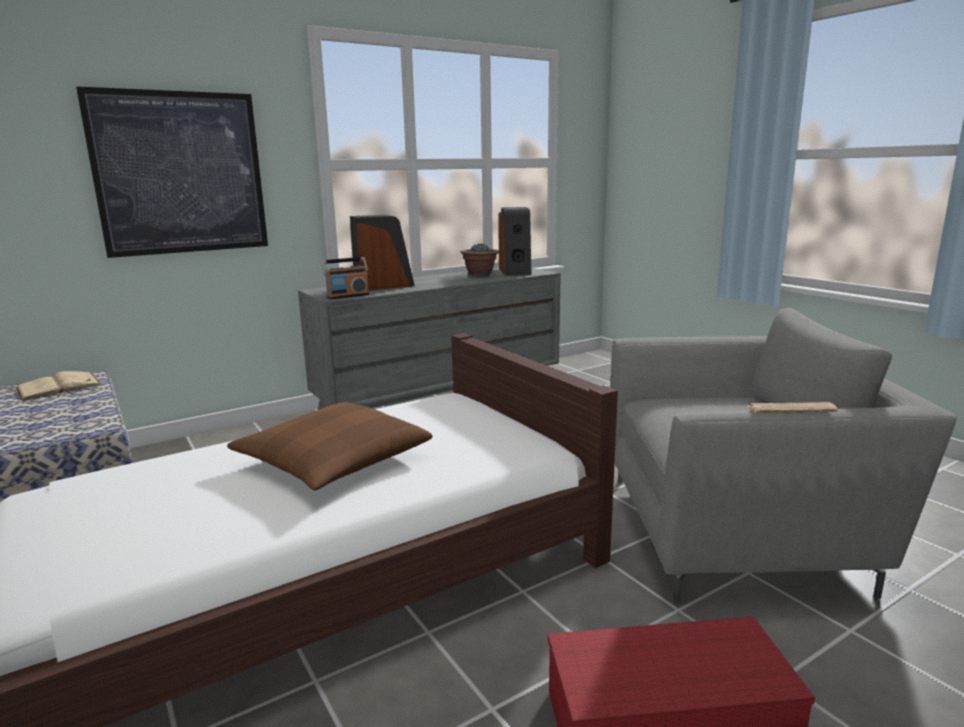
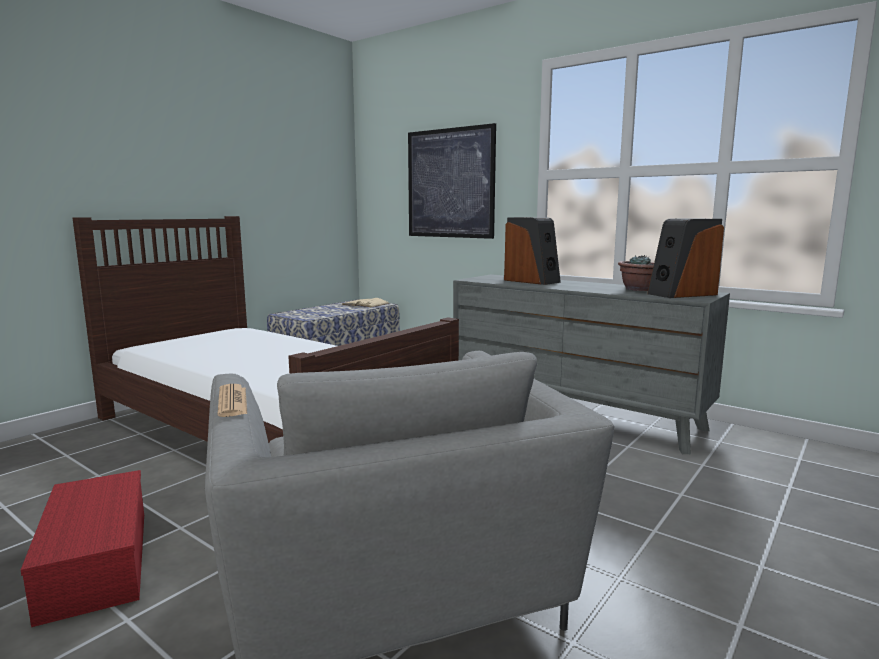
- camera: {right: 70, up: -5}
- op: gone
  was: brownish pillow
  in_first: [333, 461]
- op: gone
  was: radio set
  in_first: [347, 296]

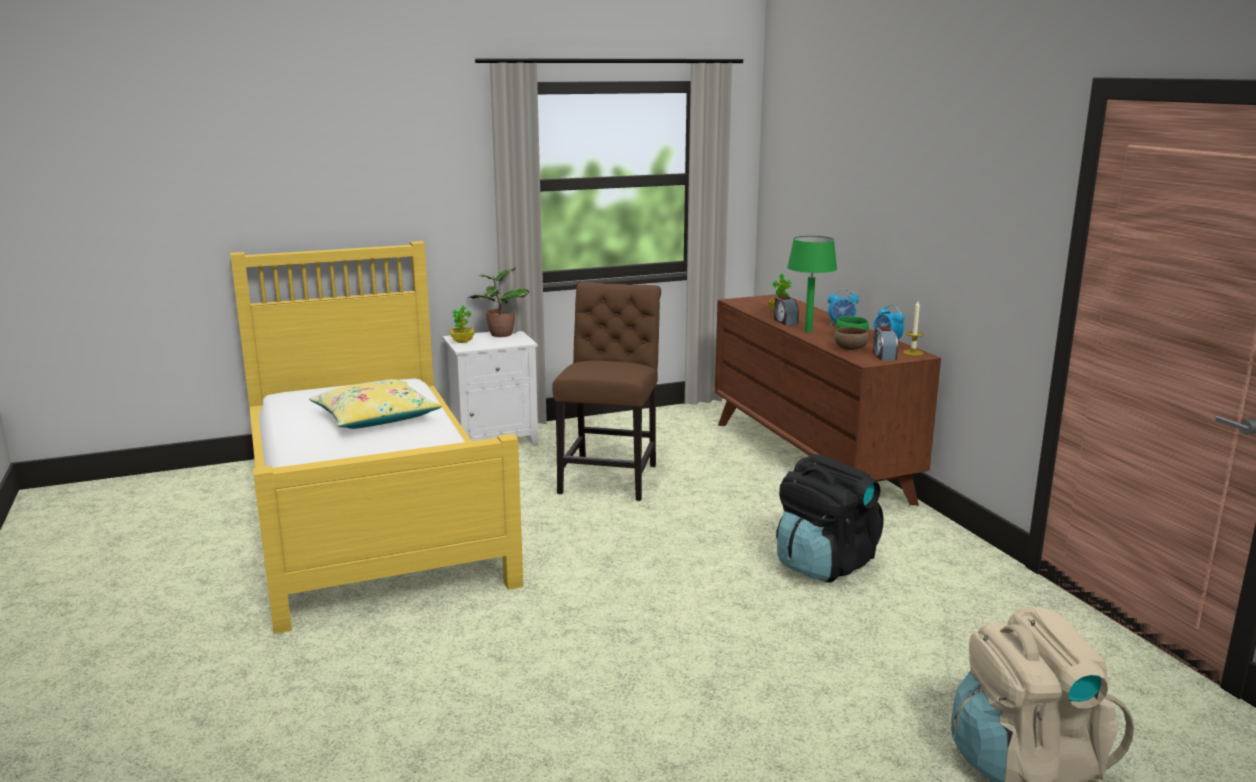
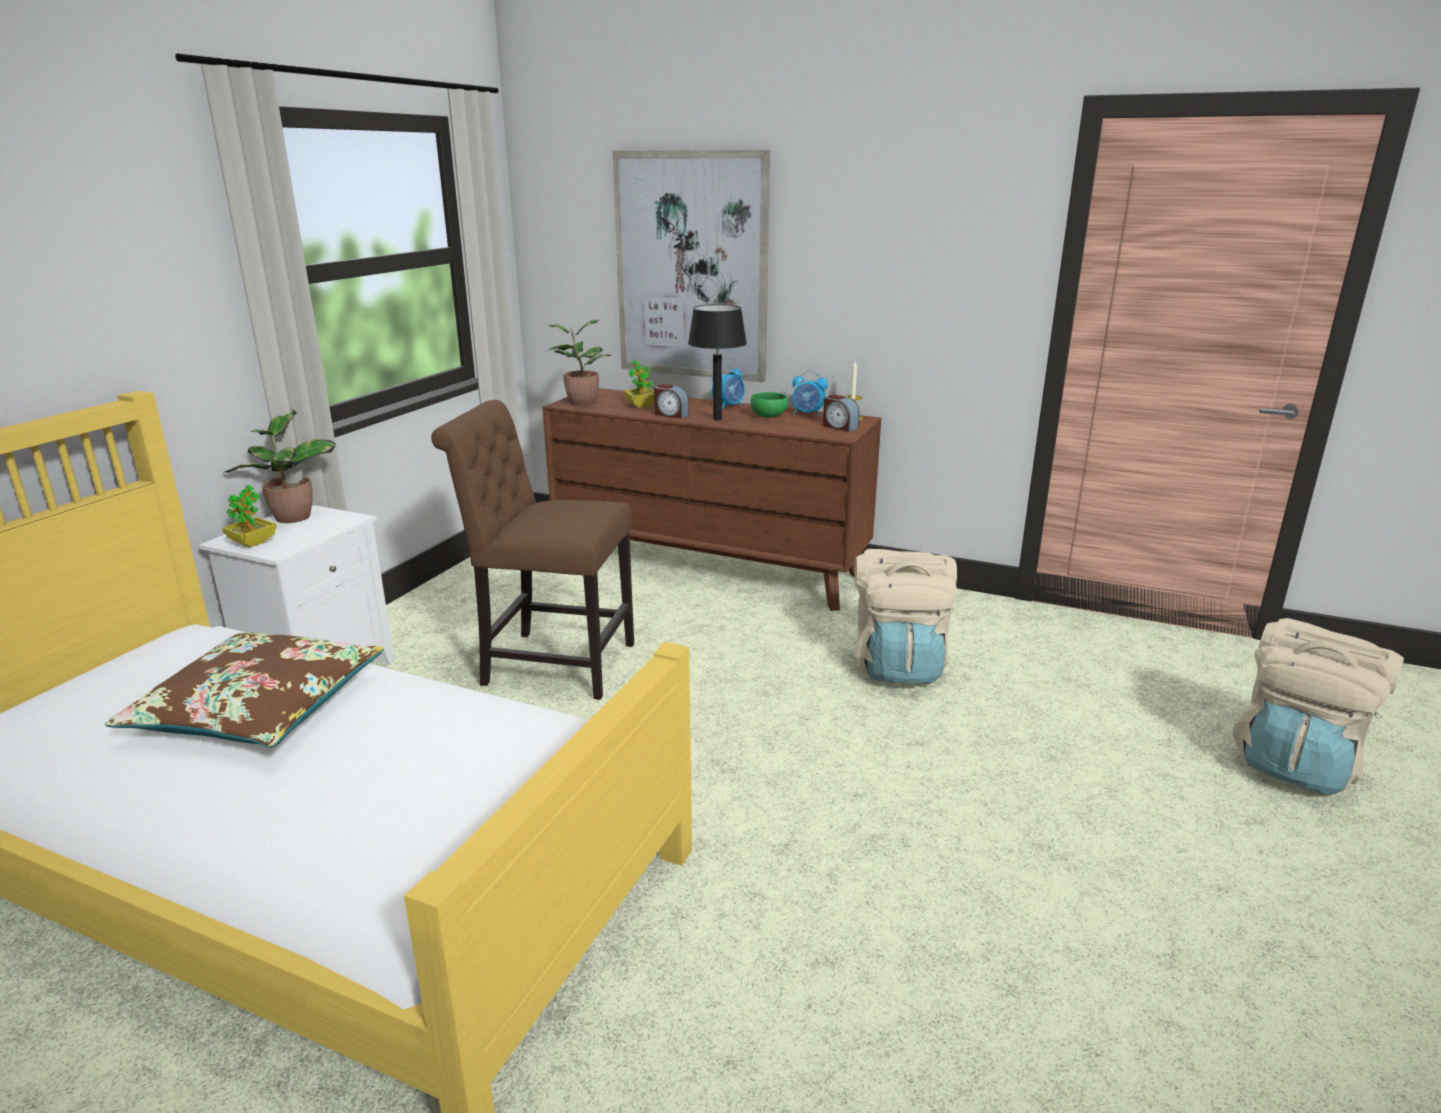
- camera: {right: -45, up: 5}
- op: repainted
  was: yellow-coloured pillow
  now: brownish pillow
  in_first: [375, 418]
  in_second: [259, 709]
- op: rotated
  was: brownish chair
  in_first: [610, 477]
  in_second: [551, 663]
  clockwise: -45
- op: repainted
  was: black knapsack
  now: beige-coloured knapsack
  in_first: [824, 564]
  in_second: [898, 665]
- op: repainted
  was: green-coloured lamp for a table
  now: black lamp for a table
  in_first: [808, 331]
  in_second: [717, 419]
- op: gone
  was: brownish bowl
  in_first: [850, 348]
- op: new
  now: houseplant
  in_second: [580, 402]
- op: new
  now: wall picture
  in_second: [691, 267]

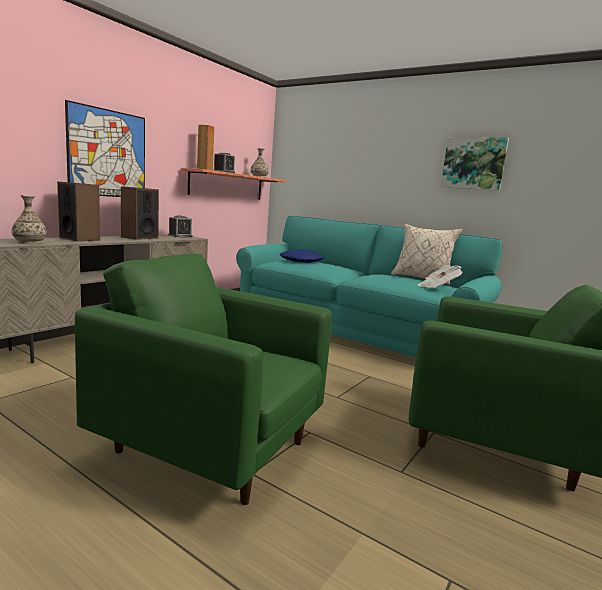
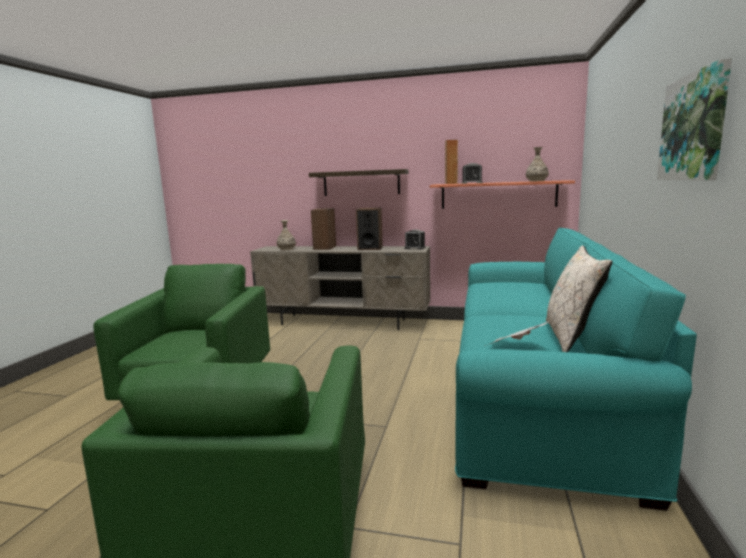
- camera: {right: 70, up: 0}
- op: swapped
  was: wall picture
  now: shelf
  in_first: [108, 153]
  in_second: [361, 183]
- op: gone
  was: bluish pillow
  in_first: [301, 261]

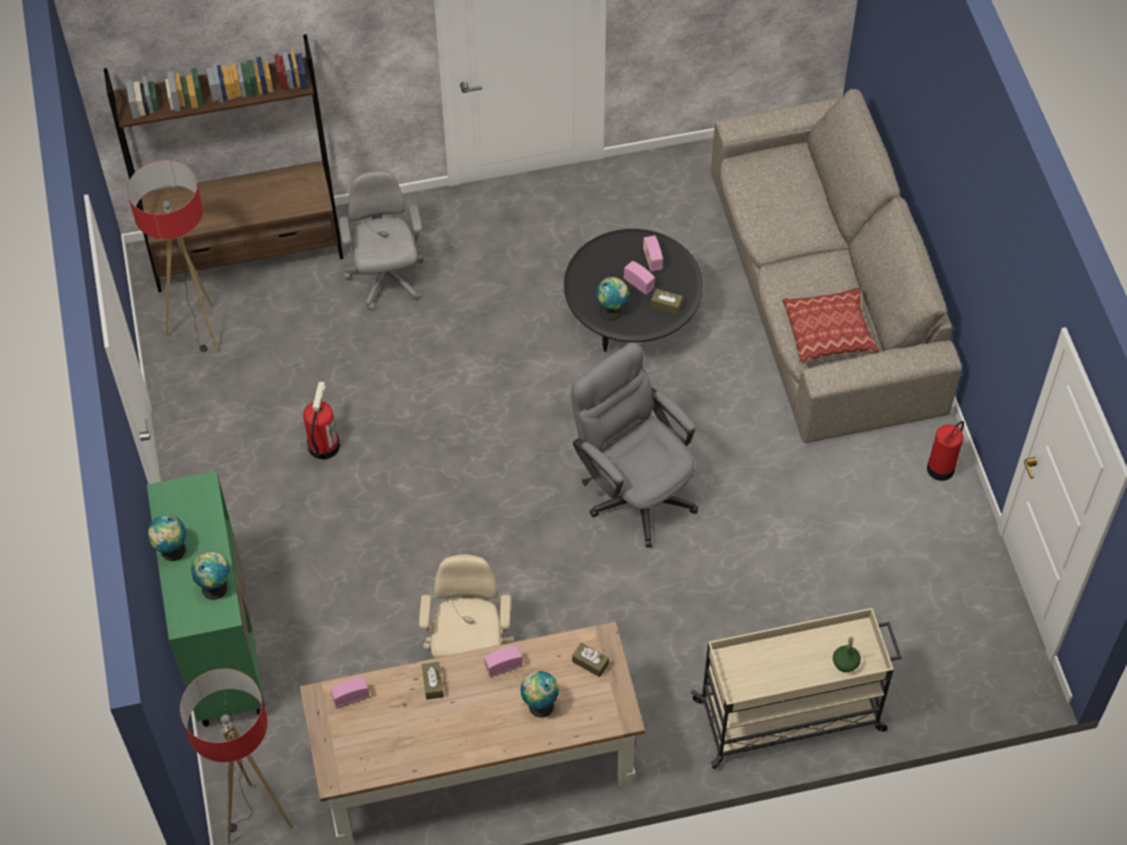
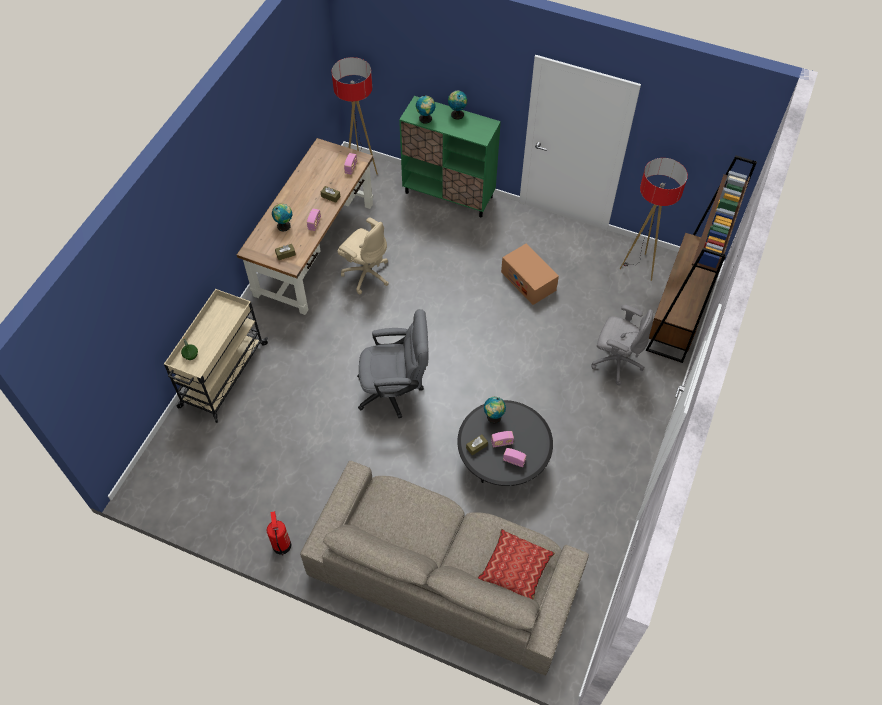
- camera: {right: 125, up: 0}
- op: swapped
  was: extinguisher
  now: cardboard box
  in_first: [323, 445]
  in_second: [528, 281]
- op: shifted
  was: pillow
  in_first: [829, 333]
  in_second: [515, 569]

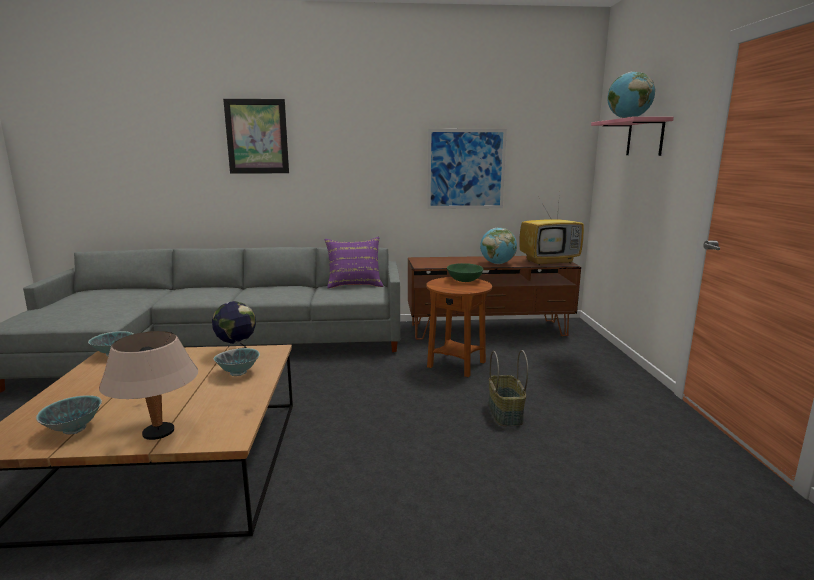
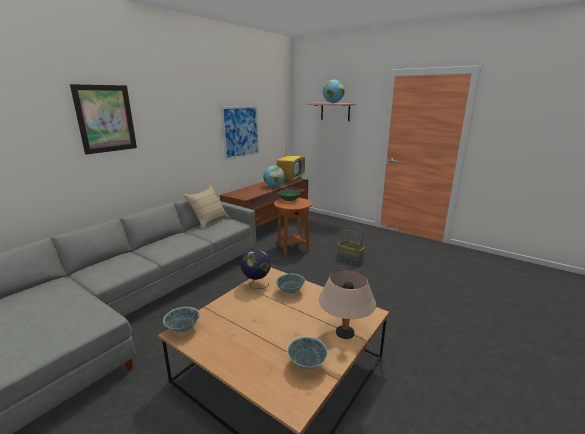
- camera: {right: -50, up: 5}
- op: repainted
  was: purple-coloured pillow
  now: beige-coloured pillow
  in_first: [354, 284]
  in_second: [209, 221]

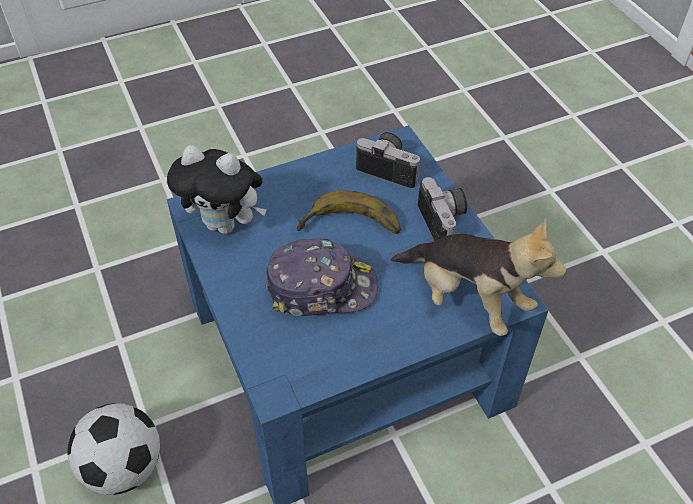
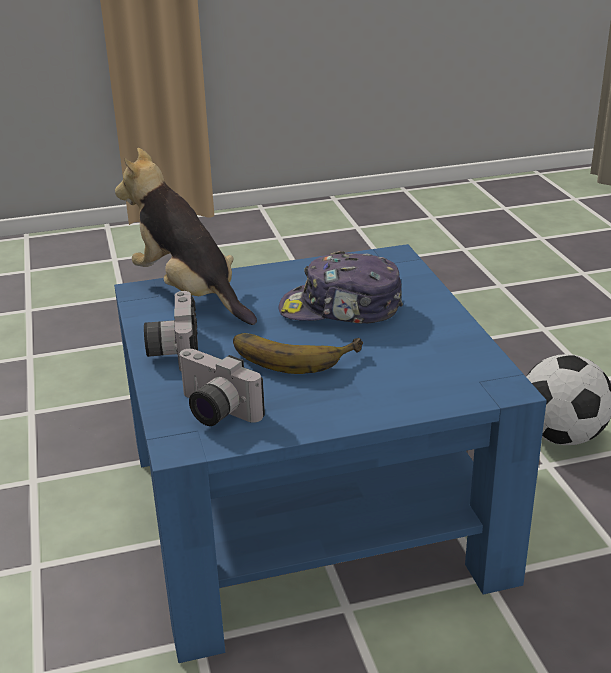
- camera: {right: -170, up: -20}
- op: gone
  was: cuddly toy
  in_first: [225, 224]

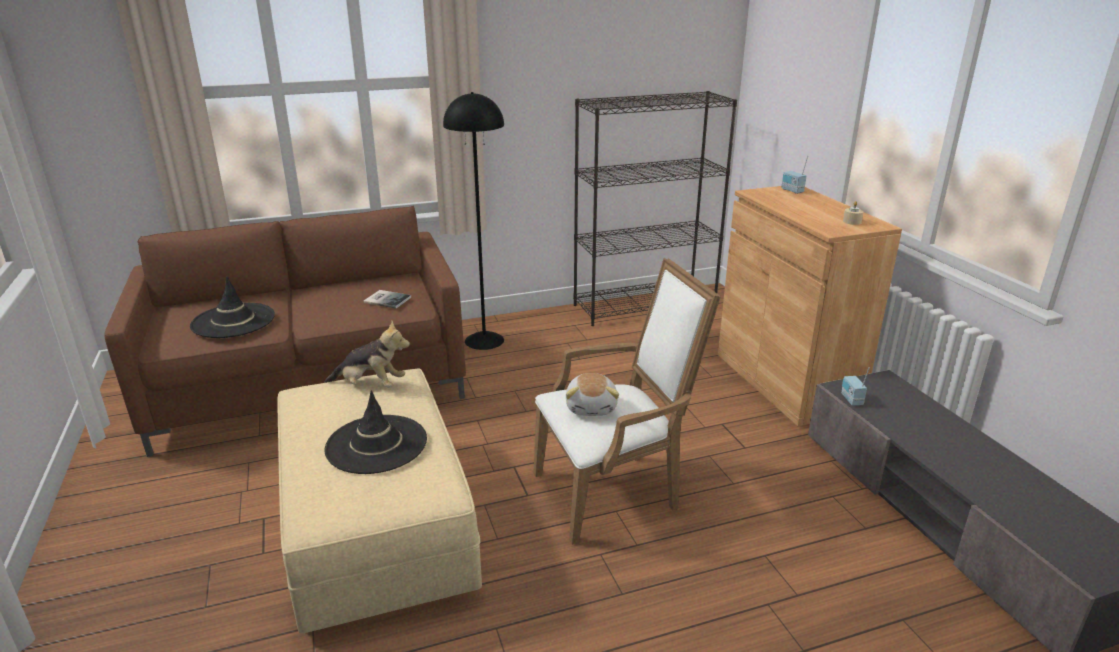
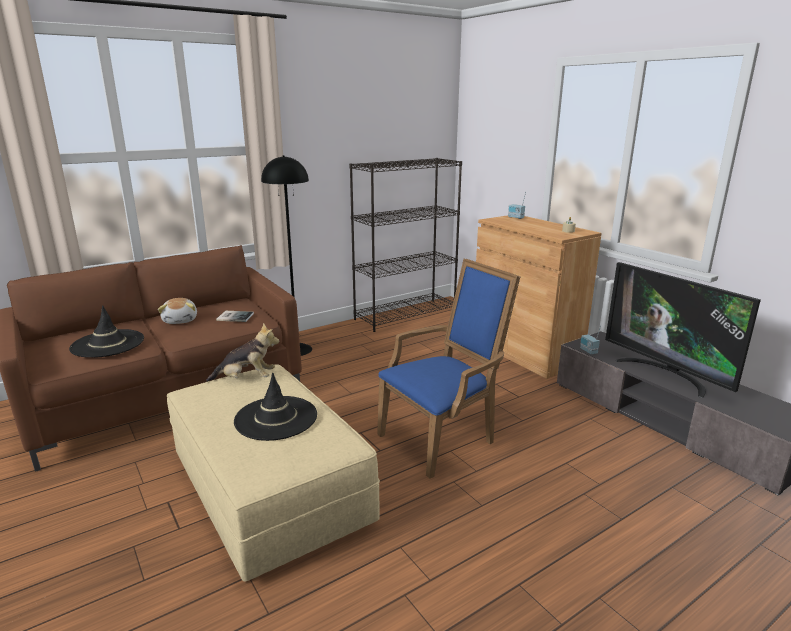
- camera: {right: -15, up: -5}
- op: repainted
  was: white-coloured armchair
  now: bluish armchair
  in_first: [614, 491]
  in_second: [443, 438]
- op: shifted
  was: cuddly toy
  in_first: [592, 407]
  in_second: [181, 320]
- op: new
  now: TV set
  in_second: [666, 374]

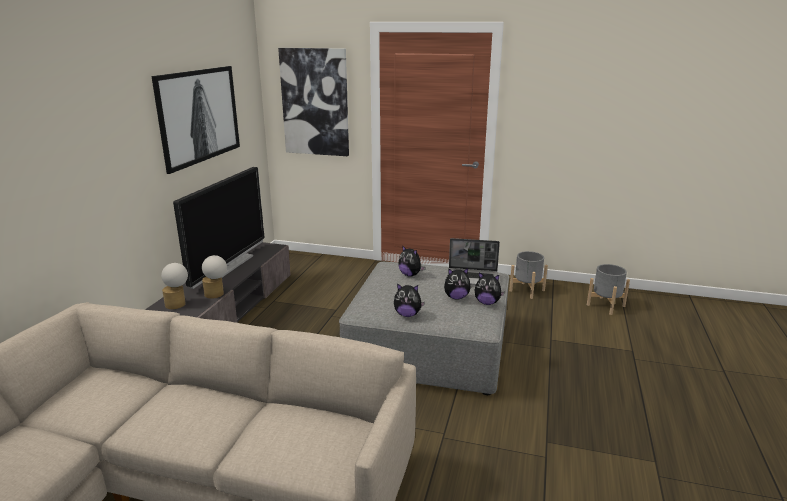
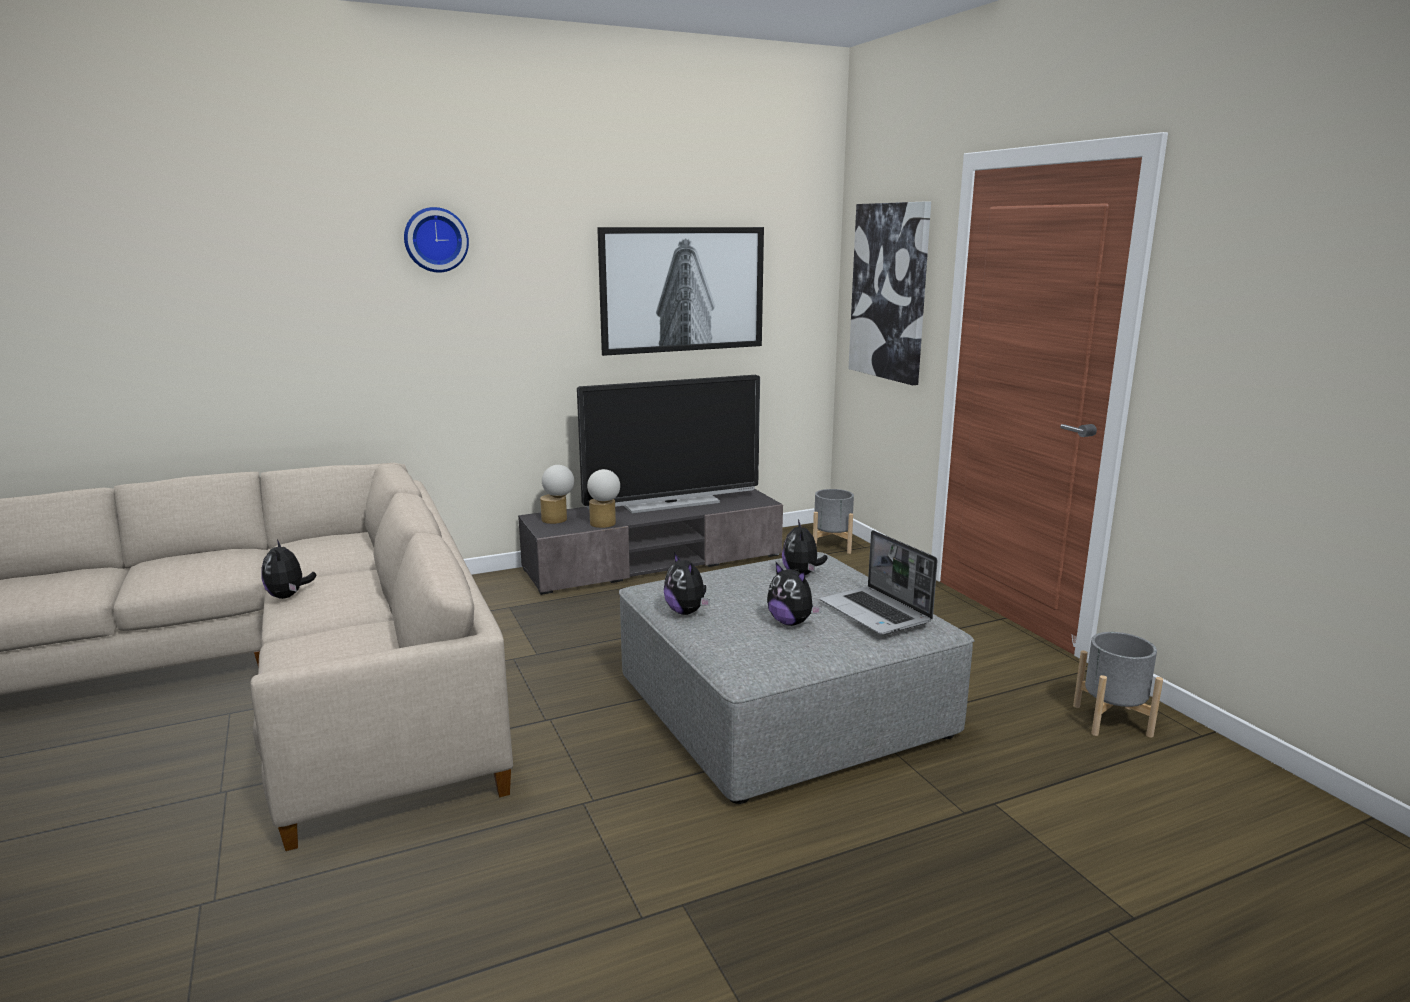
- camera: {right: 50, up: -5}
- op: shifted
  was: cuddly toy
  in_first: [487, 303]
  in_second: [288, 596]
- op: shifted
  was: grey planter
  in_first: [605, 305]
  in_second: [831, 546]
- op: new
  now: hanging clock
  in_second: [435, 240]

